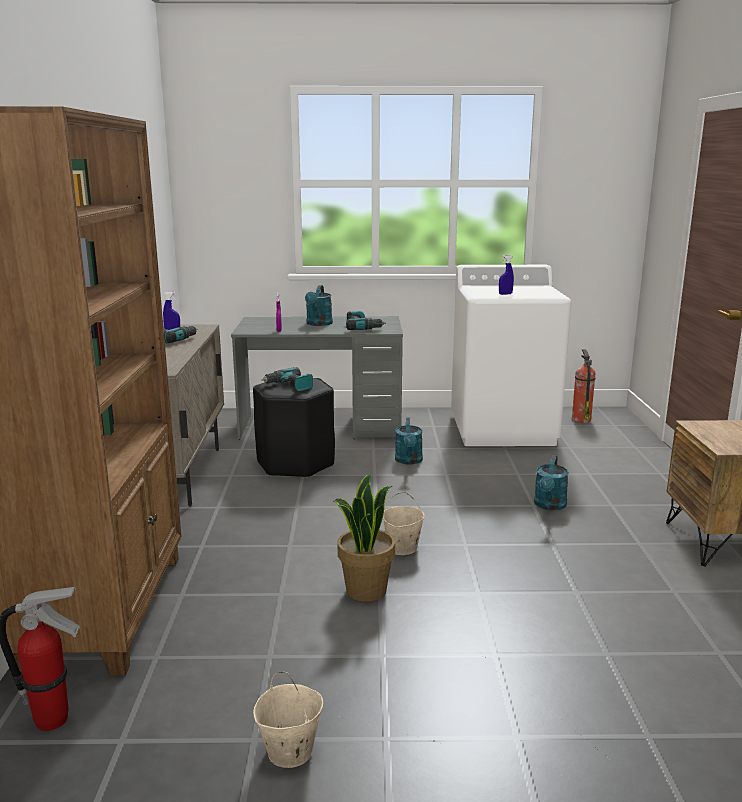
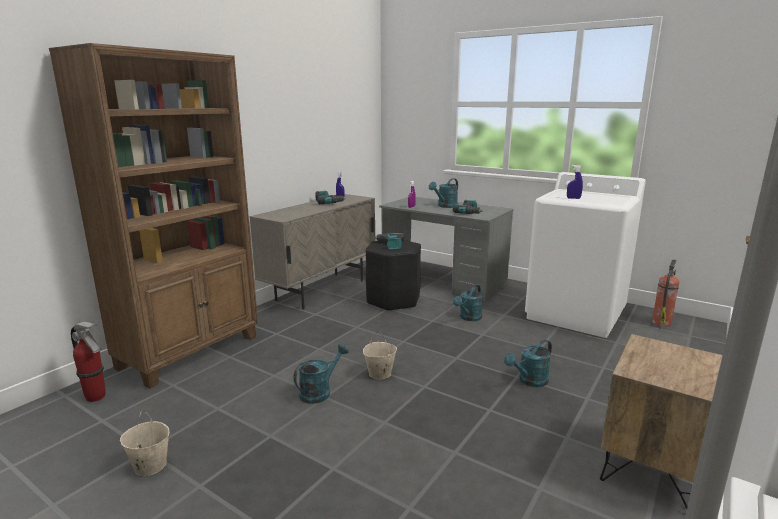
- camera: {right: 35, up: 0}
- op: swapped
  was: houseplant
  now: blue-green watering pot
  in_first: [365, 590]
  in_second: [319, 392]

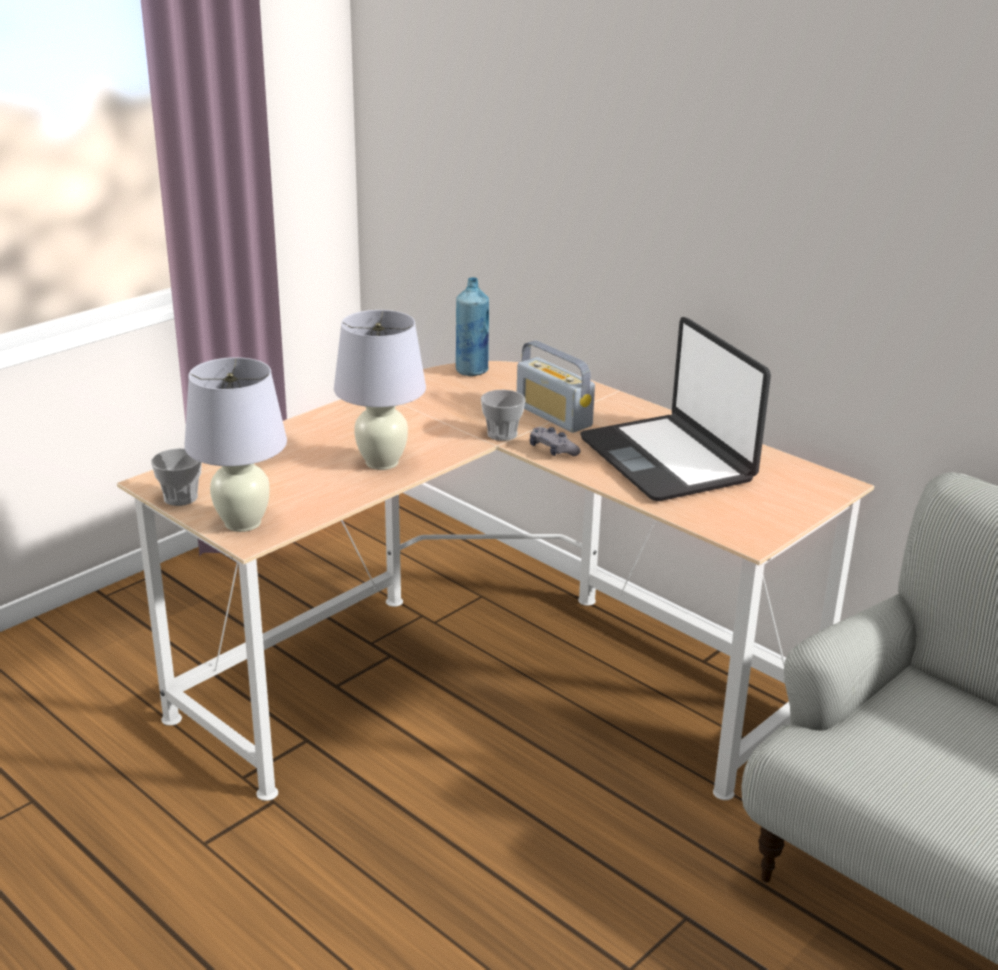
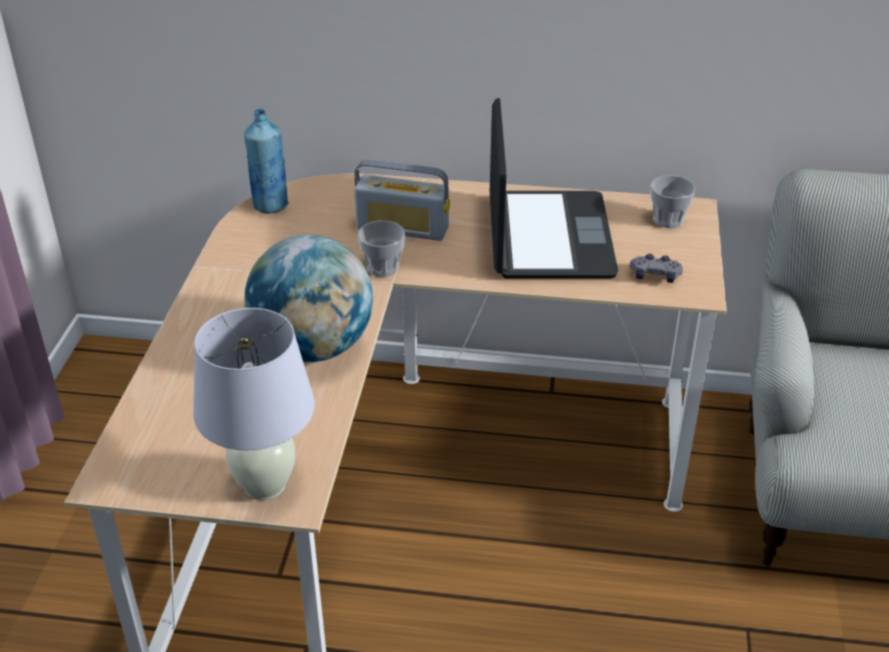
- camera: {right: -35, up: 10}
- op: shifted
  was: drinking cup
  in_first: [180, 498]
  in_second: [668, 220]
- op: swapped
  was: white-coloured lamp for a table
  now: desk globe
  in_first: [382, 462]
  in_second: [313, 348]
- op: shifted
  was: grey game controller
  in_first: [552, 450]
  in_second: [655, 276]
- op: rotated
  was: laptop
  in_first: [668, 459]
  in_second: [547, 237]
  clockwise: -120

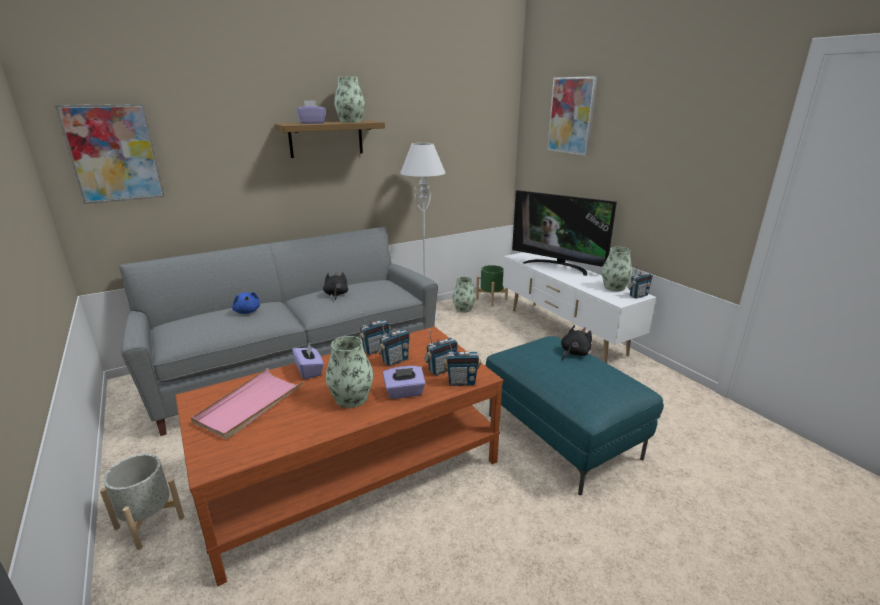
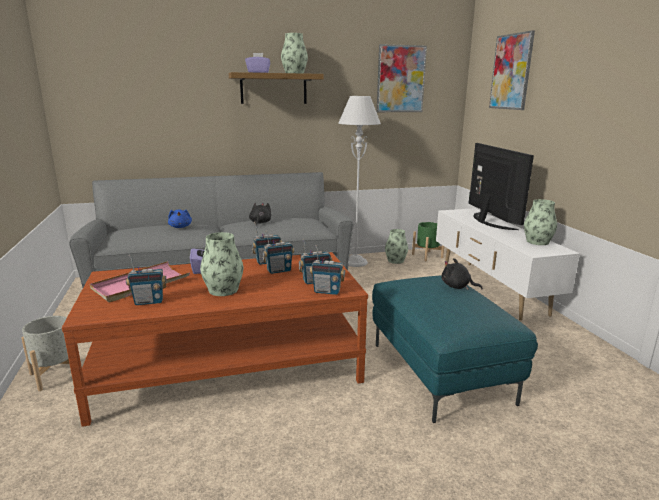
- camera: {right: 15, up: -5}
- op: shifted
  was: wall picture
  in_first: [113, 153]
  in_second: [400, 79]
- op: gone
  was: purple-coloured tissue holder
  in_first: [404, 392]
- op: rotated
  was: TV set
  in_first: [558, 266]
  in_second: [488, 221]
  clockwise: -150
- op: rotated
  was: black cuddly toy
  in_first: [574, 353]
  in_second: [457, 287]
  clockwise: -120
- op: shifted
  was: radio set
  in_first: [638, 296]
  in_second: [149, 301]

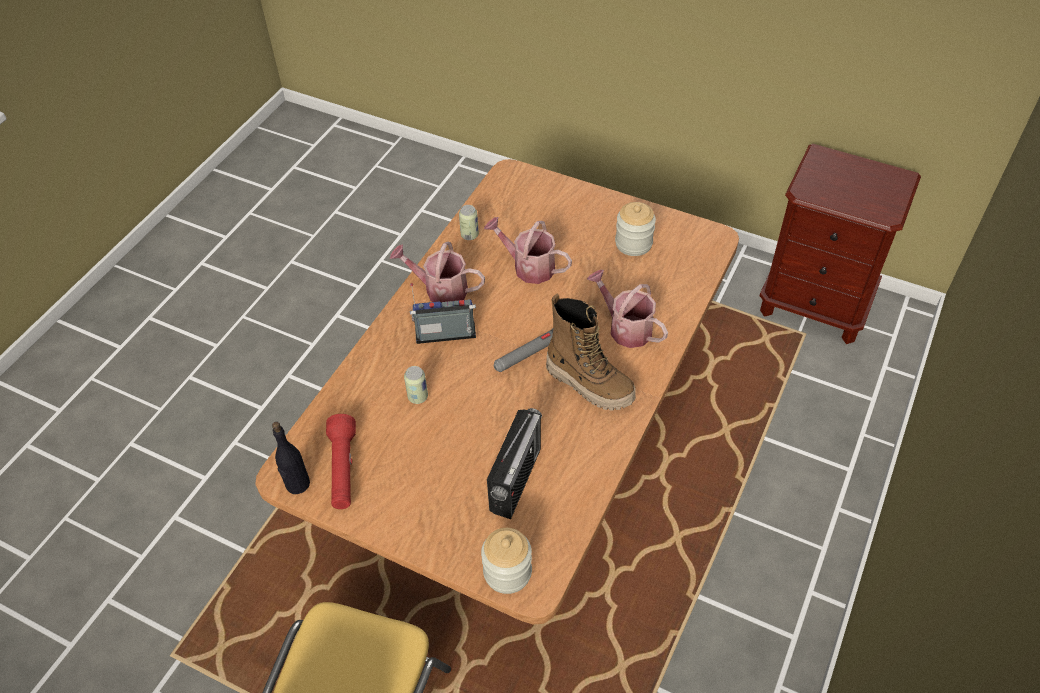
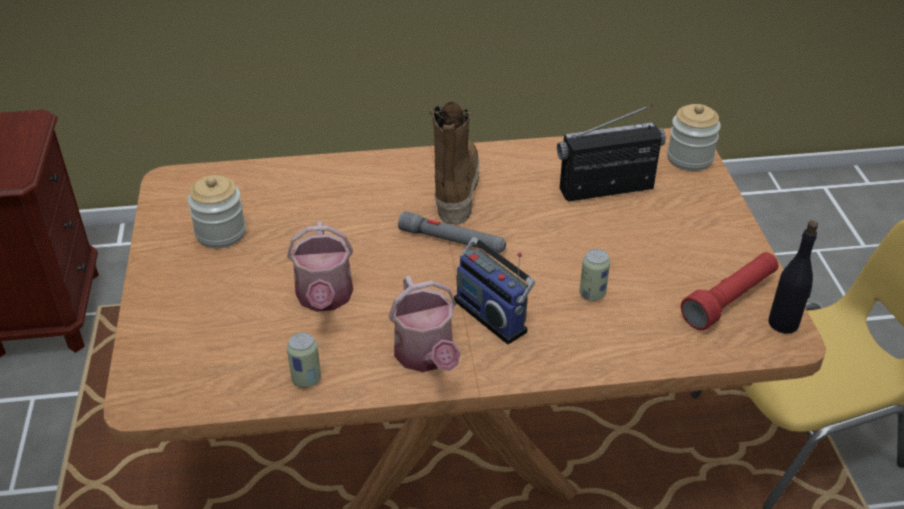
- camera: {right: -125, up: -10}
- op: gone
  was: watering pot
  in_first: [625, 327]

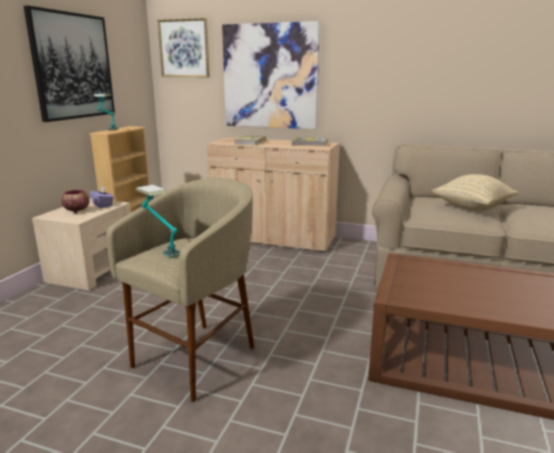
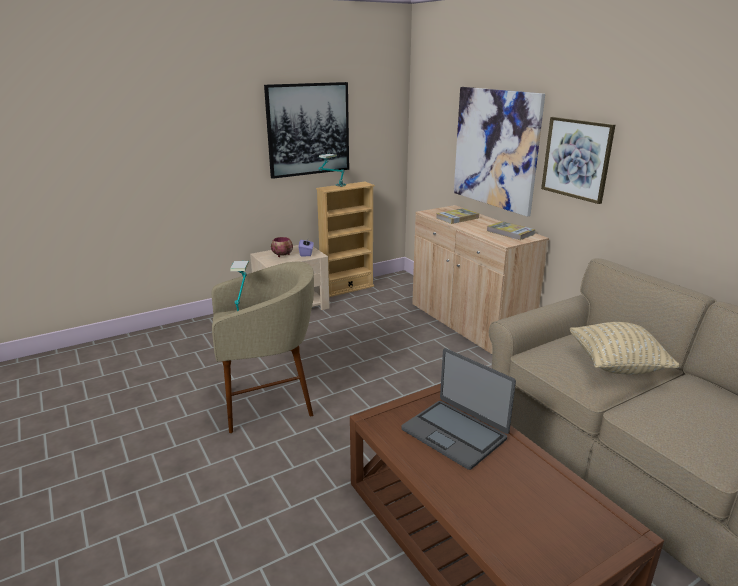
- camera: {right: 40, up: 5}
- op: shifted
  was: wall picture
  in_first: [184, 48]
  in_second: [577, 159]
- op: new
  now: laptop
  in_second: [455, 433]

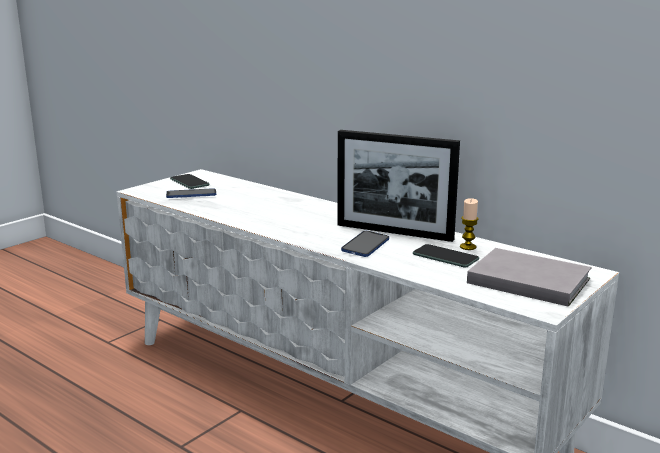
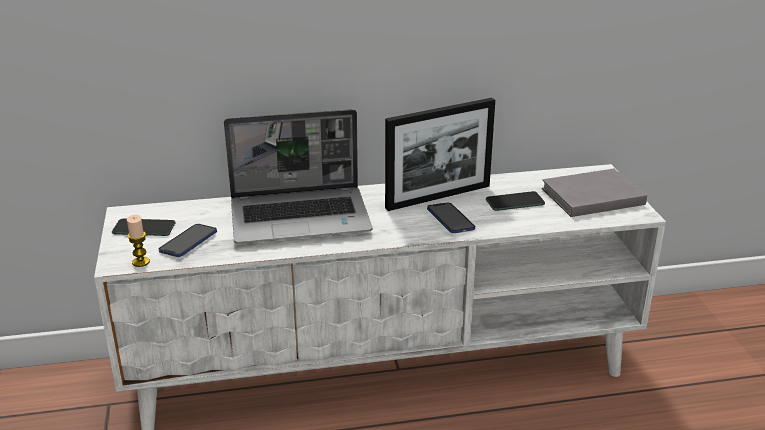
- camera: {right: -50, up: 10}
- op: shifted
  was: wax light
  in_first: [468, 247]
  in_second: [141, 262]
- op: new
  now: laptop
  in_second: [301, 217]

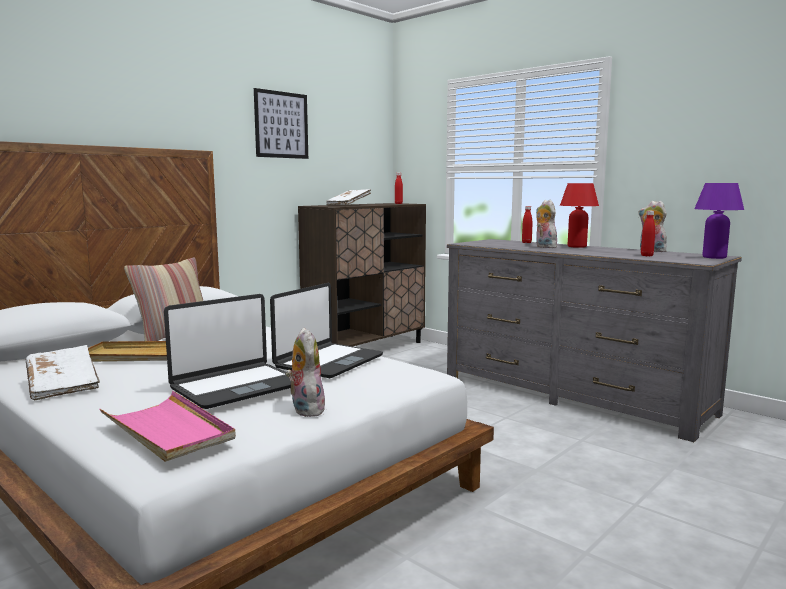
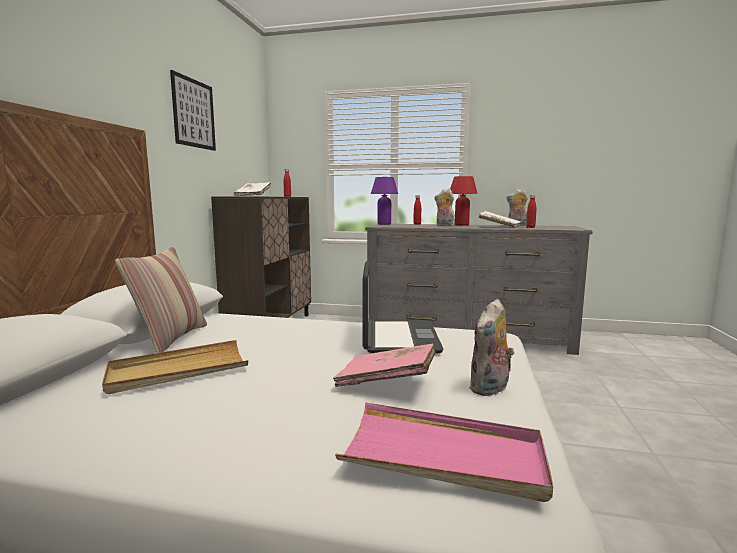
- camera: {right: -30, up: 0}
- op: shifted
  was: white-coloured book
  in_first: [63, 385]
  in_second: [499, 226]
- op: swapped
  was: laptop
  now: pink book
  in_first: [236, 387]
  in_second: [387, 381]
- op: rotated
  was: cuddly toy
  in_first: [305, 409]
  in_second: [490, 389]
  clockwise: -90
- op: shifted
  was: purple-coloured lamp for a table
  in_first: [714, 257]
  in_second: [384, 224]

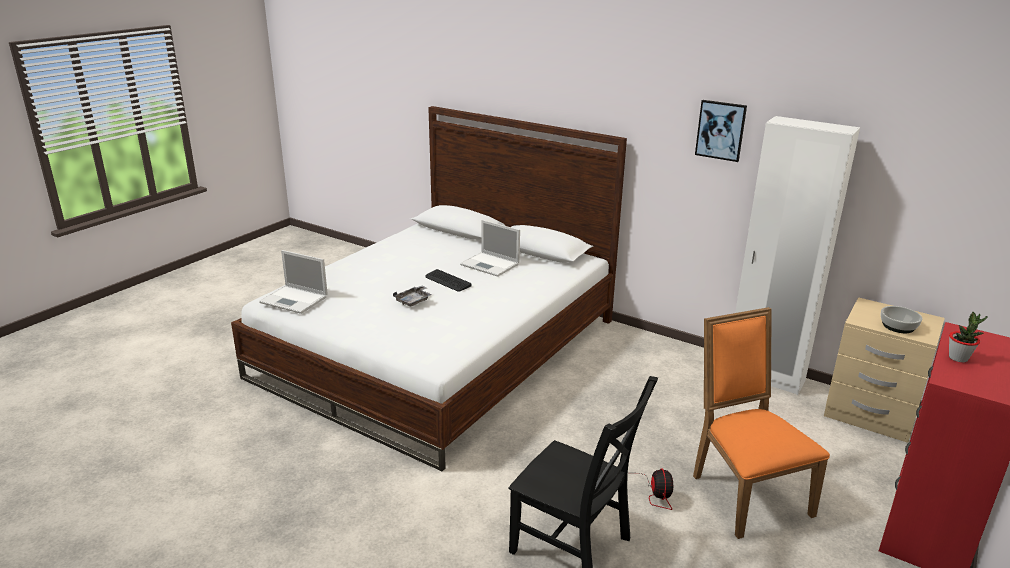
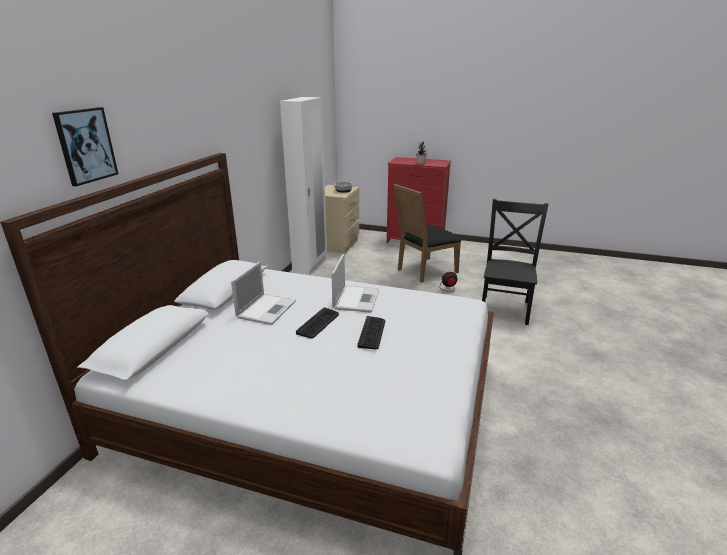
- camera: {right: -105, up: 0}
- op: shifted
  was: laptop
  in_first: [295, 300]
  in_second: [356, 298]
- op: swapped
  was: grey tray
  now: computer keyboard
  in_first: [413, 301]
  in_second: [372, 333]
- op: repainted
  was: orangey chair
  now: black chair
  in_first: [744, 492]
  in_second: [423, 271]
- op: shifted
  was: wall picture
  in_first: [720, 130]
  in_second: [85, 145]

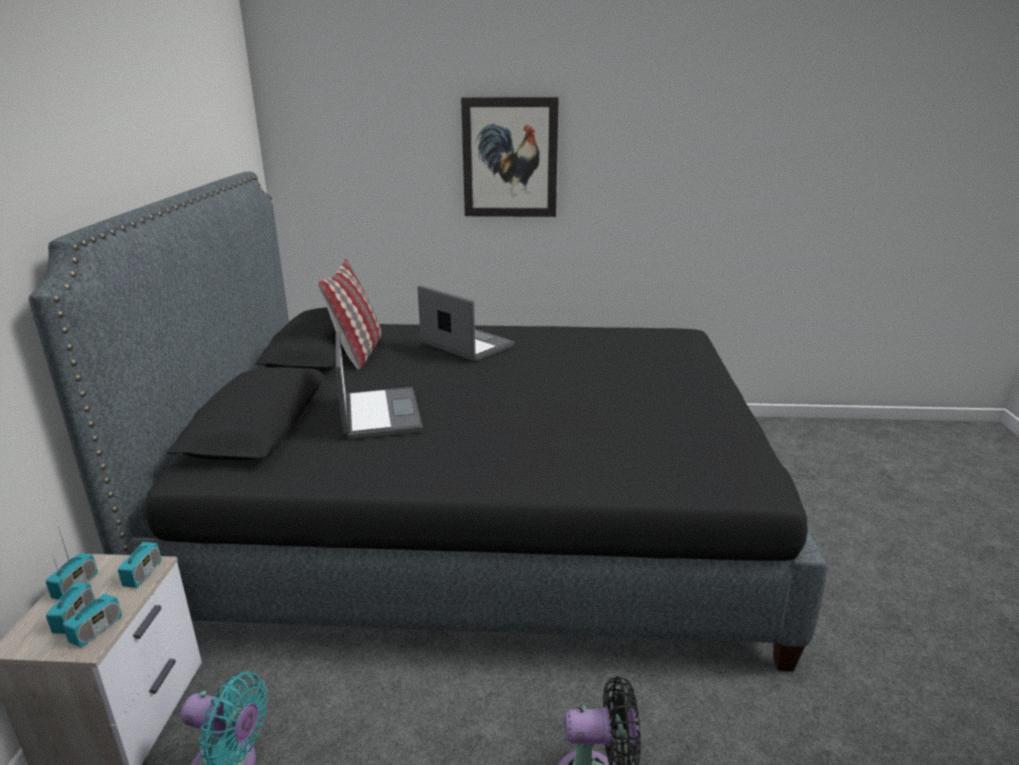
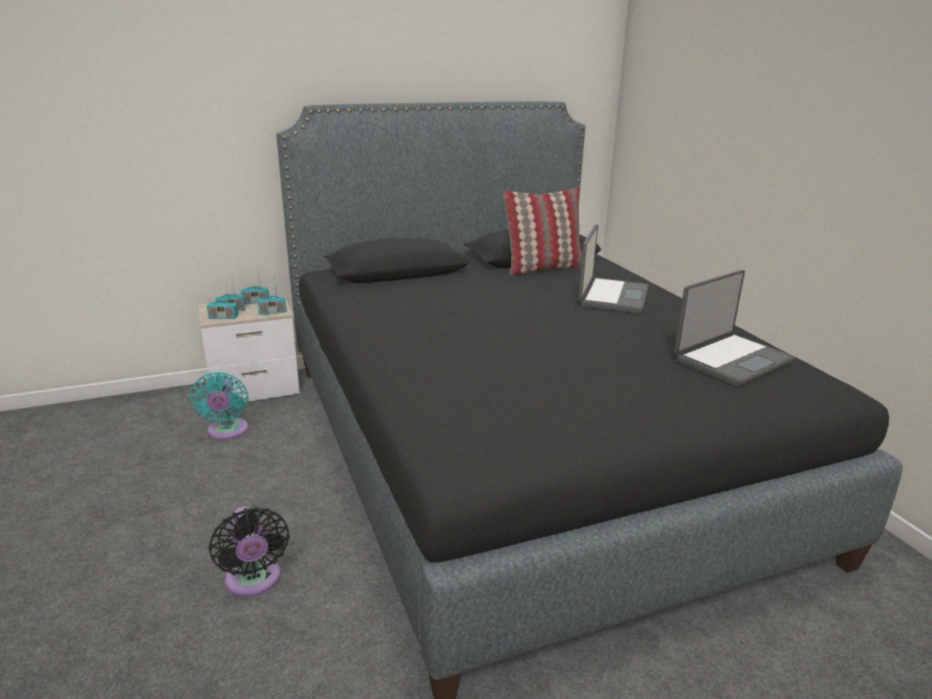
- camera: {right: 65, up: 0}
- op: shifted
  was: laptop
  in_first: [378, 415]
  in_second: [731, 360]
- op: gone
  was: wall picture
  in_first: [510, 158]

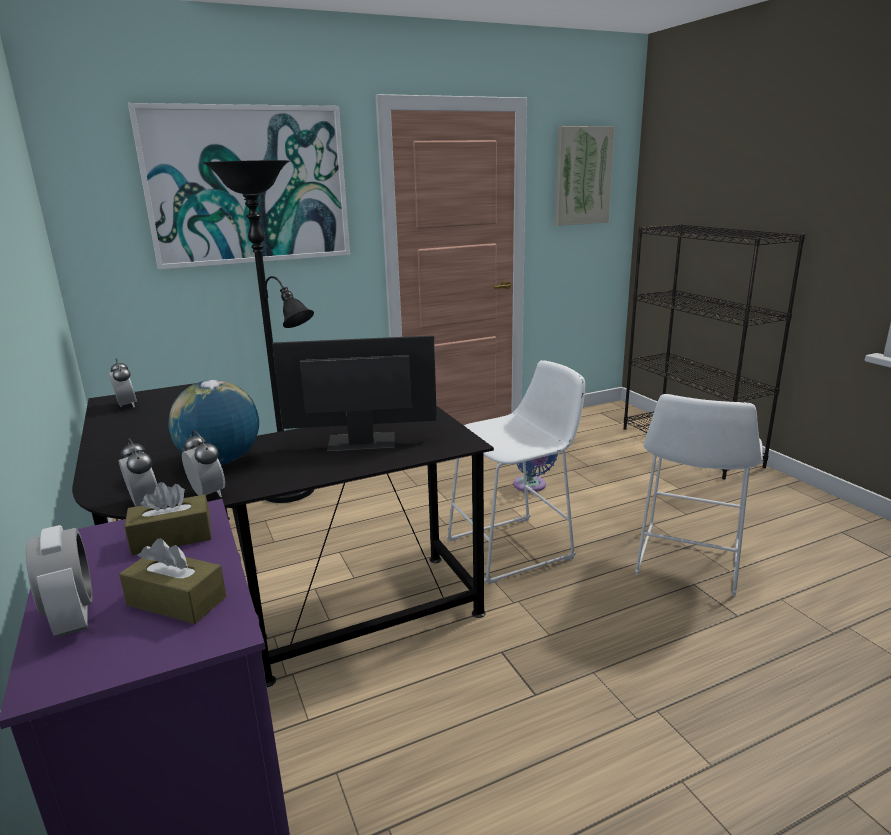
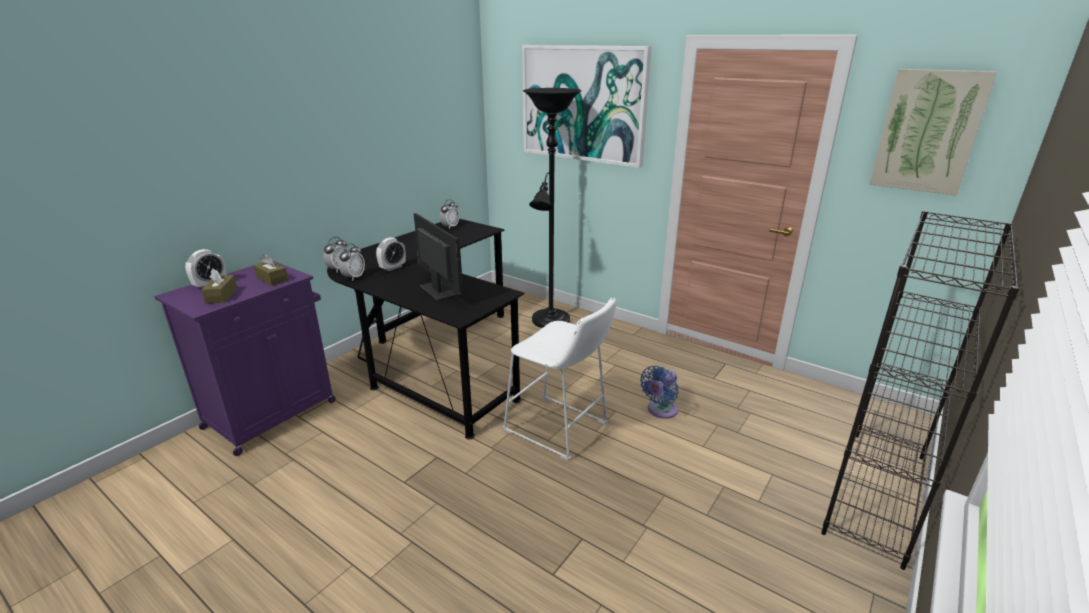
- camera: {right: 60, up: 5}
- op: swapped
  was: desk globe
  now: bedside clock
  in_first: [220, 461]
  in_second: [392, 268]
- op: gone
  was: white-coloured sitting stool
  in_first: [686, 561]

